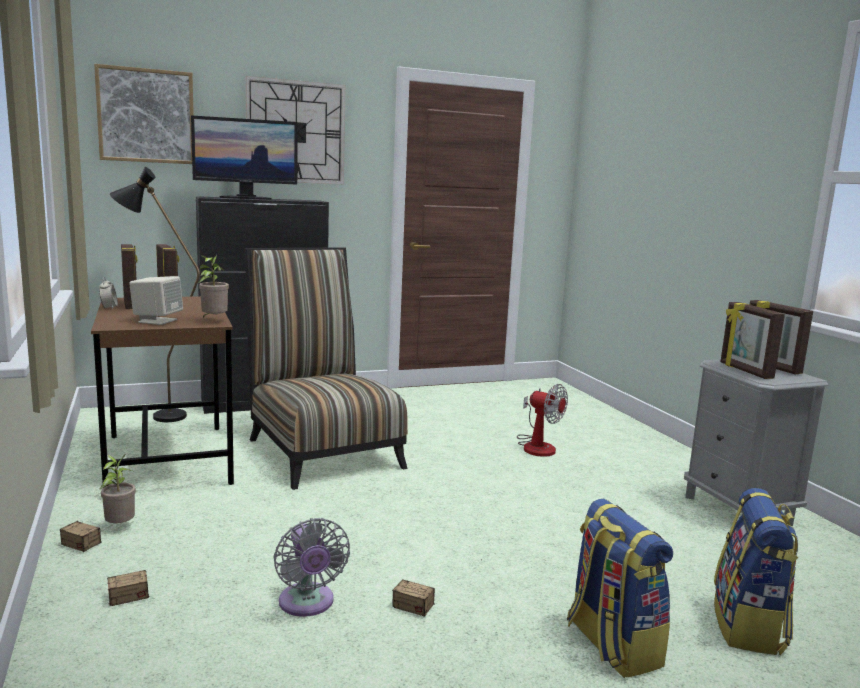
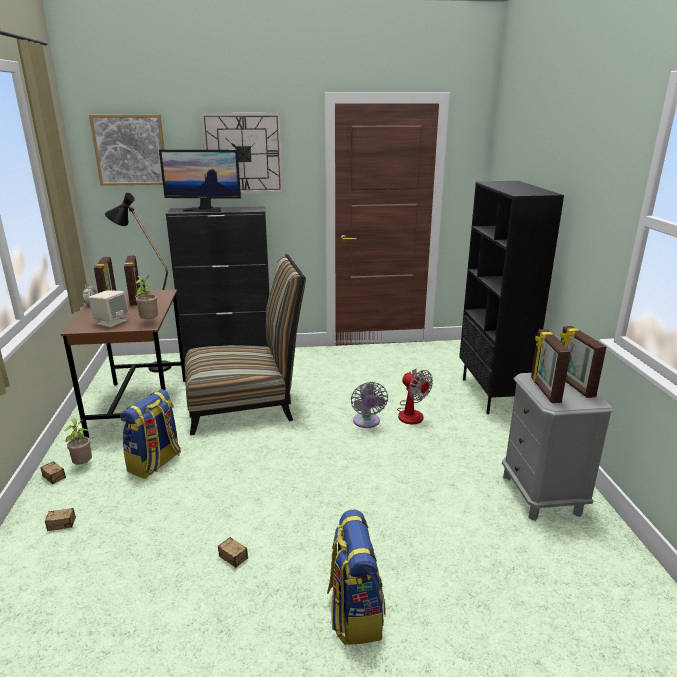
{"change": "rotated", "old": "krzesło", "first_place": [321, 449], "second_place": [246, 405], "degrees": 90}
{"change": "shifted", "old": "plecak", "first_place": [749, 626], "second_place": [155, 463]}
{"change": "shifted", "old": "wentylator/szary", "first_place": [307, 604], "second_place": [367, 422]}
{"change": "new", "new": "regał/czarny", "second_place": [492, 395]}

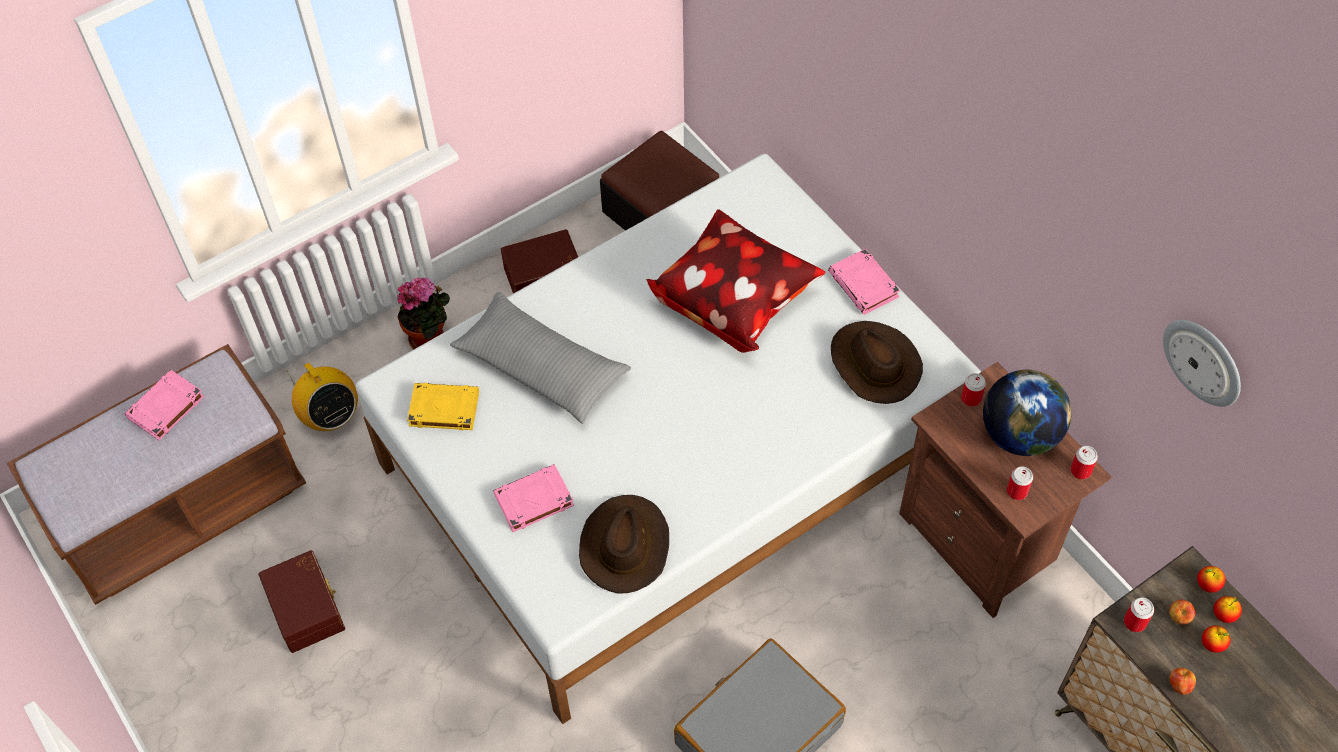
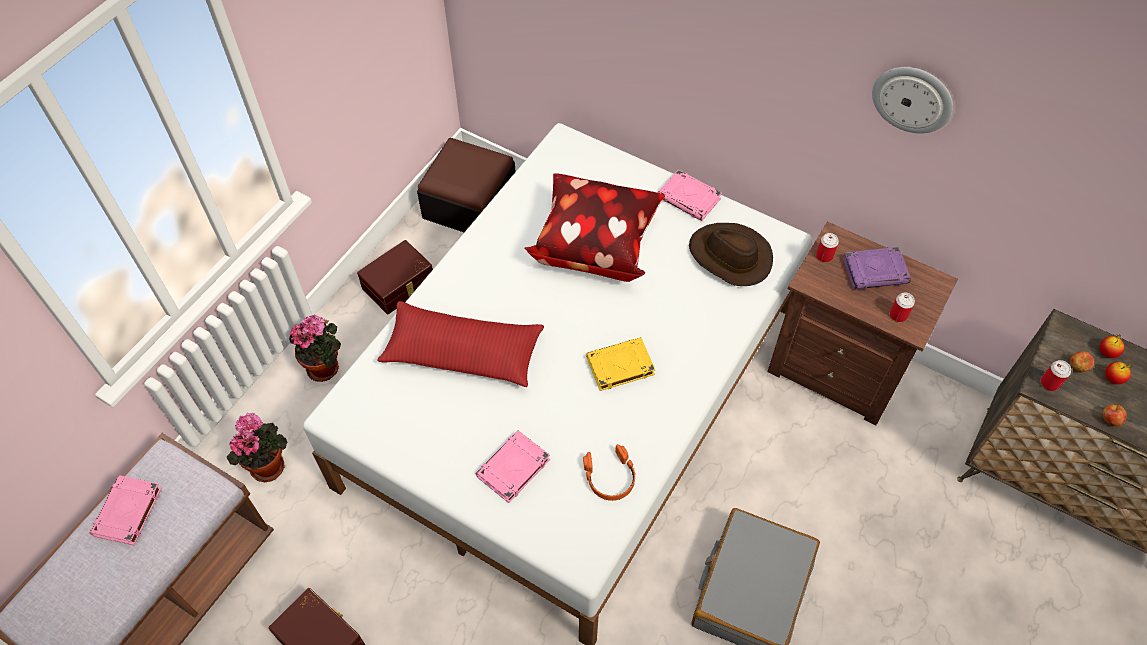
{"change": "repainted", "old": "poduszka/szary", "new": "poduszka/czerwony", "first_place": [541, 367], "second_place": [463, 352]}
{"change": "shifted", "old": "zegar ścienny", "first_place": [1203, 361], "second_place": [912, 98]}
{"change": "swapped", "old": "radio", "new": "roślina doniczkowa", "first_place": [331, 417], "second_place": [268, 464]}
{"change": "swapped", "old": "globus", "new": "książka/fioletowy", "first_place": [1019, 435], "second_place": [875, 271]}
{"change": "shifted", "old": "książka/żółty", "first_place": [443, 409], "second_place": [619, 366]}
{"change": "gone", "old": "puszka", "first_place": [1080, 471]}
{"change": "swapped", "old": "kapelusz/brązowy", "new": "słuchawki/pomarańczowy", "first_place": [624, 545], "second_place": [610, 477]}
{"change": "gone", "old": "jabłko", "first_place": [1207, 585]}

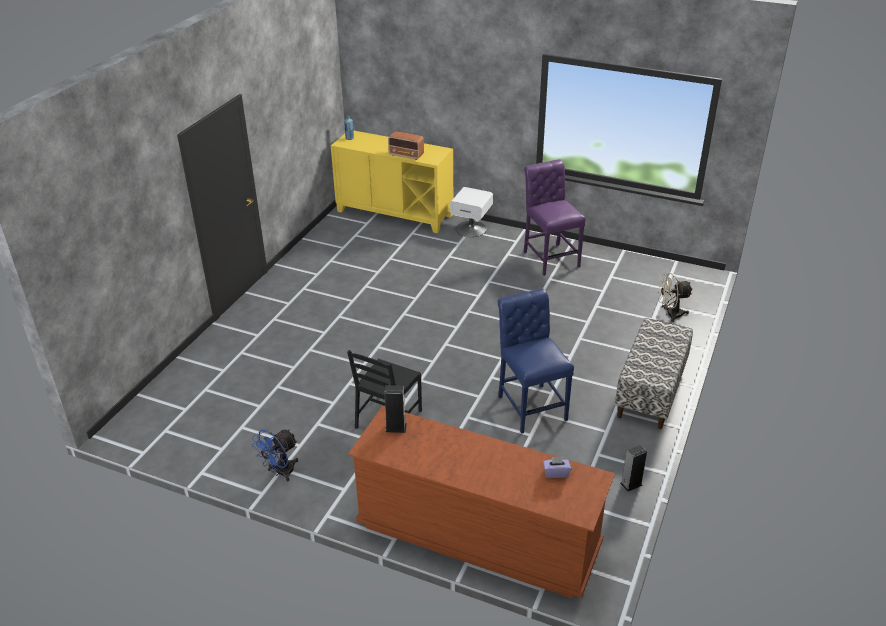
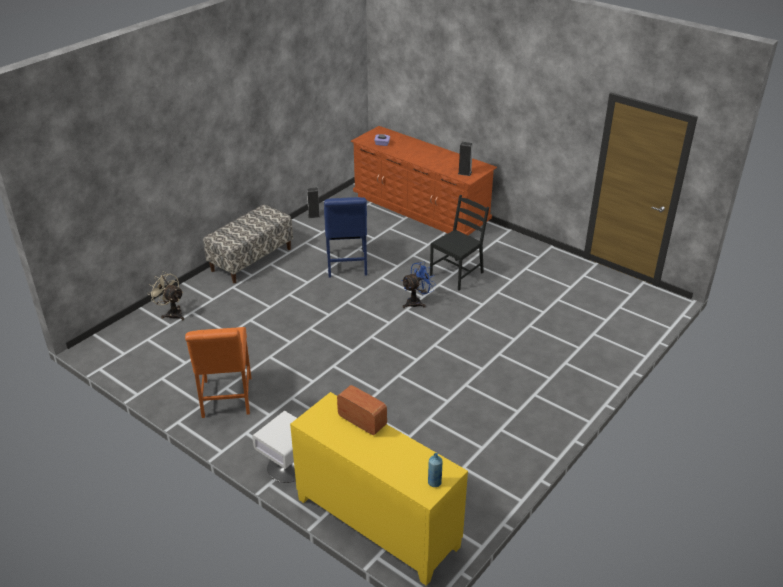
{"change": "repainted", "old": "krzesło/fioletowy", "new": "krzesło/pomarańczowy", "first_place": [550, 257], "second_place": [226, 400]}
{"change": "rotated", "old": "wentylator/beżowy", "first_place": [670, 314], "second_place": [172, 313], "degrees": -150}
{"change": "shifted", "old": "wentylator/niebieski", "first_place": [280, 472], "second_place": [417, 302]}

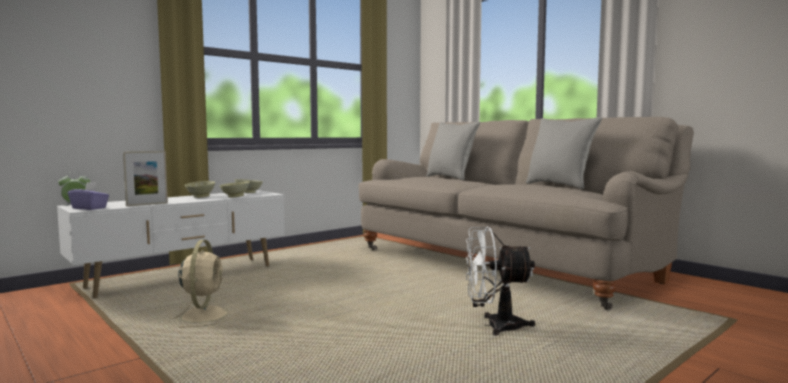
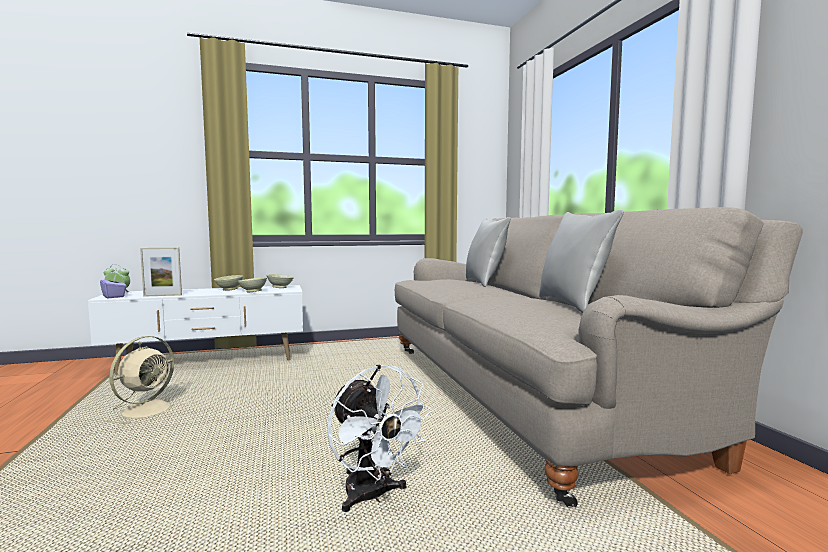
{"change": "rotated", "old": "wentylator/biały", "first_place": [494, 326], "second_place": [372, 497], "degrees": -150}

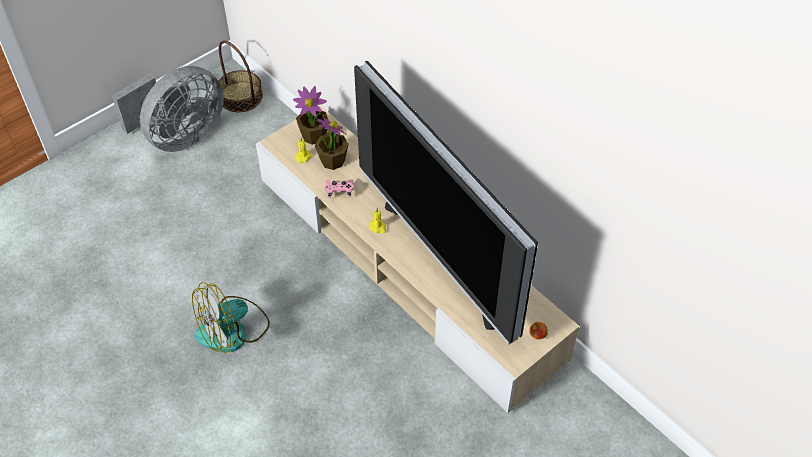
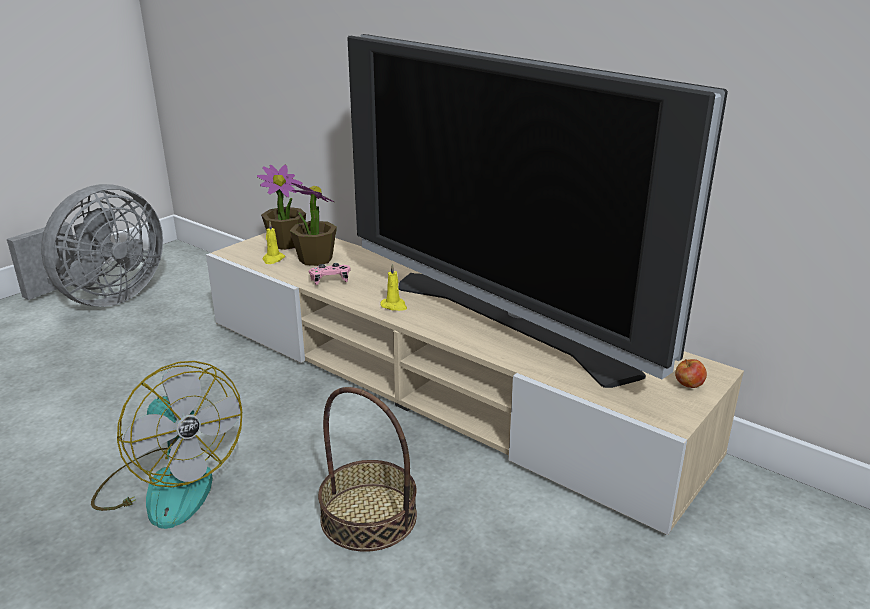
{"change": "shifted", "old": "koszyk", "first_place": [241, 96], "second_place": [369, 516]}
{"change": "rotated", "old": "wentylator", "first_place": [233, 331], "second_place": [169, 484], "degrees": -90}

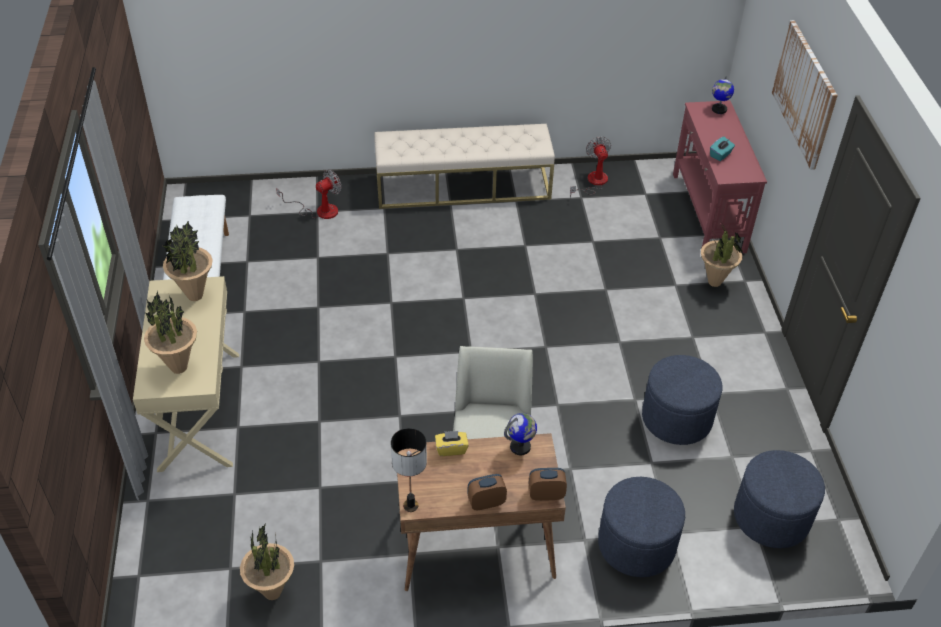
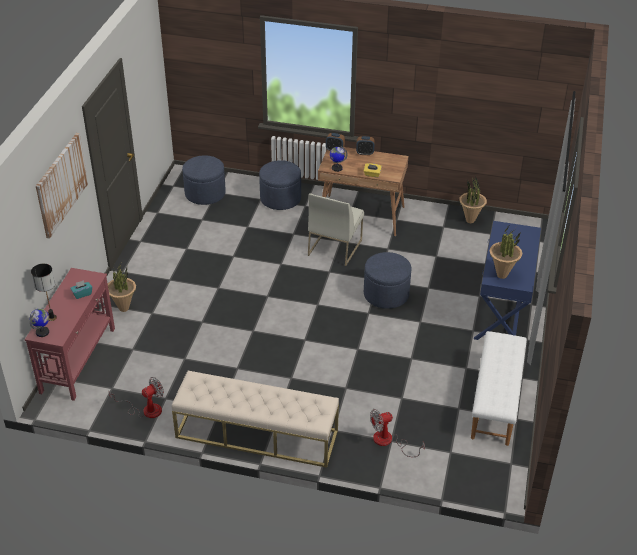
{"change": "rotated", "old": "wentylator", "first_place": [592, 182], "second_place": [145, 409], "degrees": -135}
{"change": "repainted", "old": "stolik konsolowy/beżowy", "new": "stolik konsolowy/niebieski", "first_place": [199, 410], "second_place": [503, 311]}
{"change": "gone", "old": "roślina doniczkowa", "first_place": [178, 367]}
{"change": "shifted", "old": "pufa/niebieski", "first_place": [676, 418], "second_place": [386, 294]}
{"change": "shifted", "old": "lampa stołowa", "first_place": [410, 506], "second_place": [52, 317]}

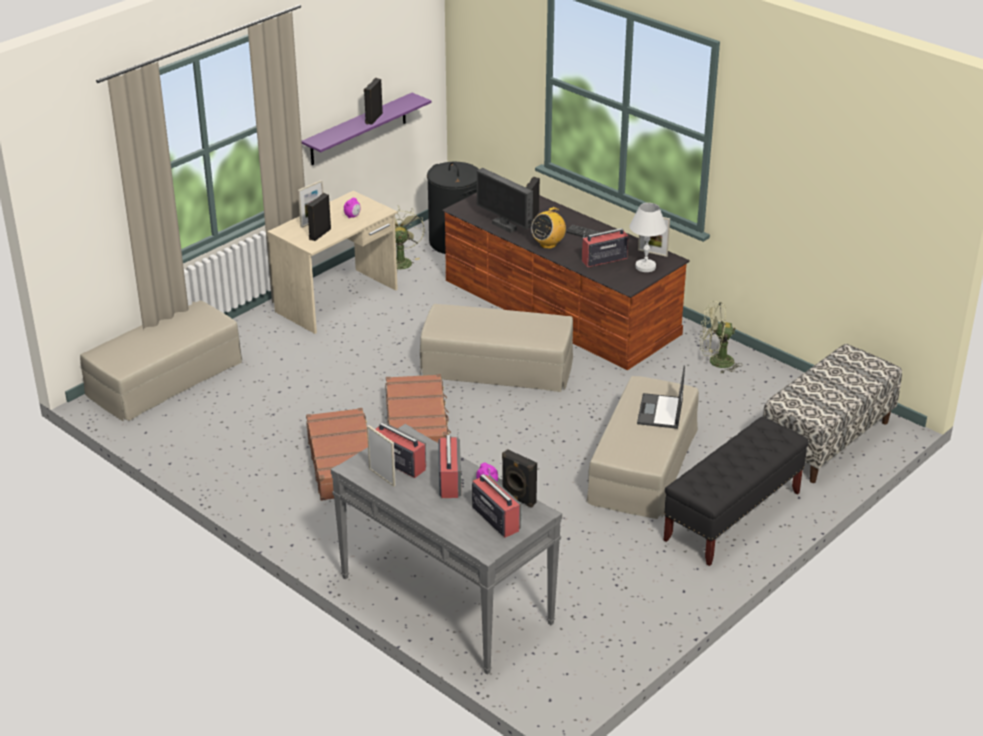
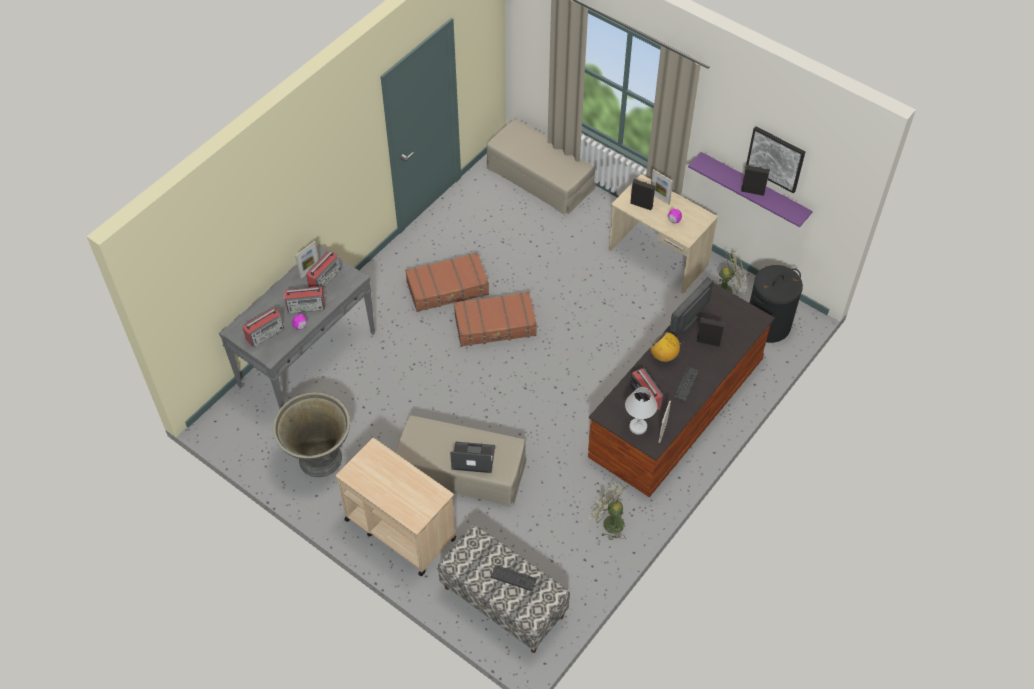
{"change": "rotated", "old": "wentylator/zielony", "first_place": [715, 362], "second_place": [608, 522], "degrees": -45}
{"change": "gone", "old": "pufa/beżowy", "first_place": [497, 365]}
{"change": "swapped", "old": "ławka/czarny", "new": "wózek/beżowy", "first_place": [732, 517], "second_place": [399, 528]}
{"change": "gone", "old": "głośnik/czarny", "first_place": [518, 499]}
{"change": "new", "new": "obraz", "second_place": [775, 158]}
{"change": "new", "new": "donica/szary", "second_place": [319, 459]}
{"change": "new", "new": "klawiatura", "second_place": [513, 578]}

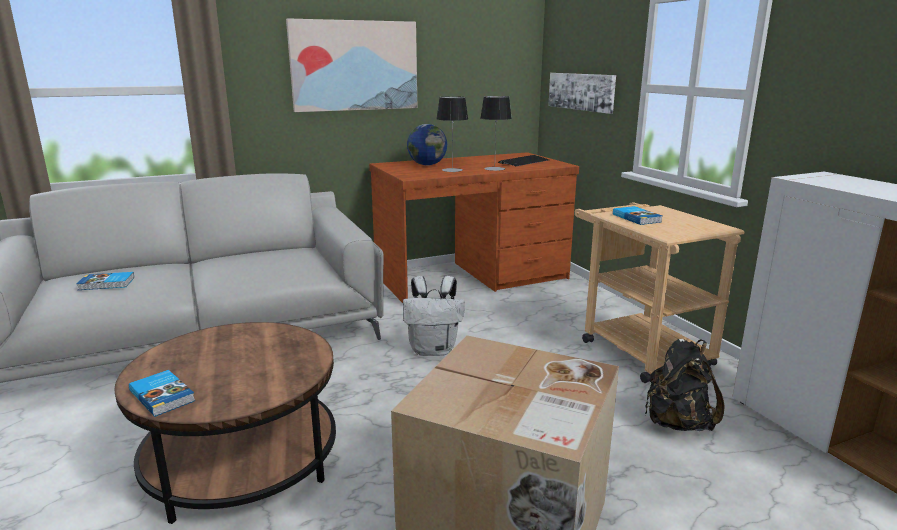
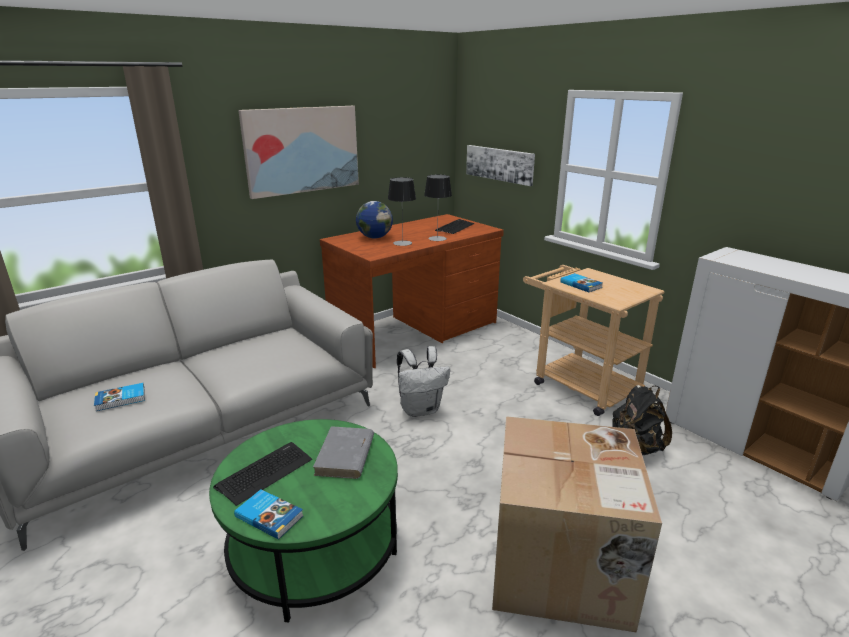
{"change": "repainted", "old": "ława/brązowy", "new": "ława/zielony", "first_place": [242, 458], "second_place": [314, 546]}
{"change": "new", "new": "książka/szary", "second_place": [345, 456]}
{"change": "new", "new": "klawiatura", "second_place": [265, 473]}

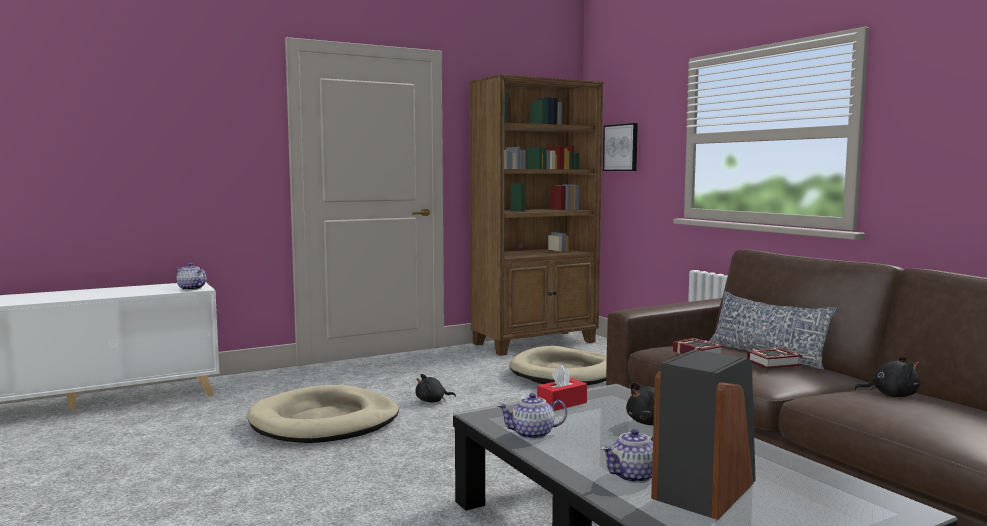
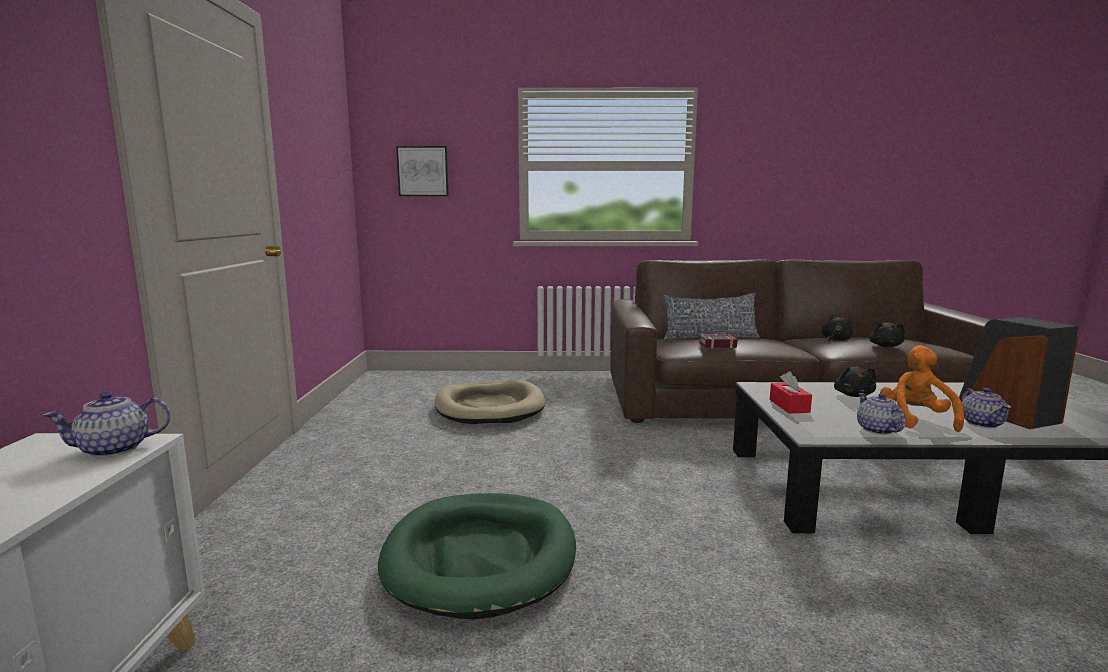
{"change": "gone", "old": "regał/brązowy", "first_place": [536, 343]}
{"change": "gone", "old": "książka", "first_place": [776, 363]}
{"change": "shifted", "old": "pluszak/czarny", "first_place": [432, 401], "second_place": [885, 346]}
{"change": "repainted", "old": "legowisko/beżowy", "new": "legowisko/zielony", "first_place": [325, 422], "second_place": [481, 557]}
{"change": "rotated", "old": "imbryk", "first_place": [533, 434], "second_place": [877, 430], "degrees": 150}
{"change": "new", "new": "pluszak/pomarańczowy", "second_place": [916, 419]}

